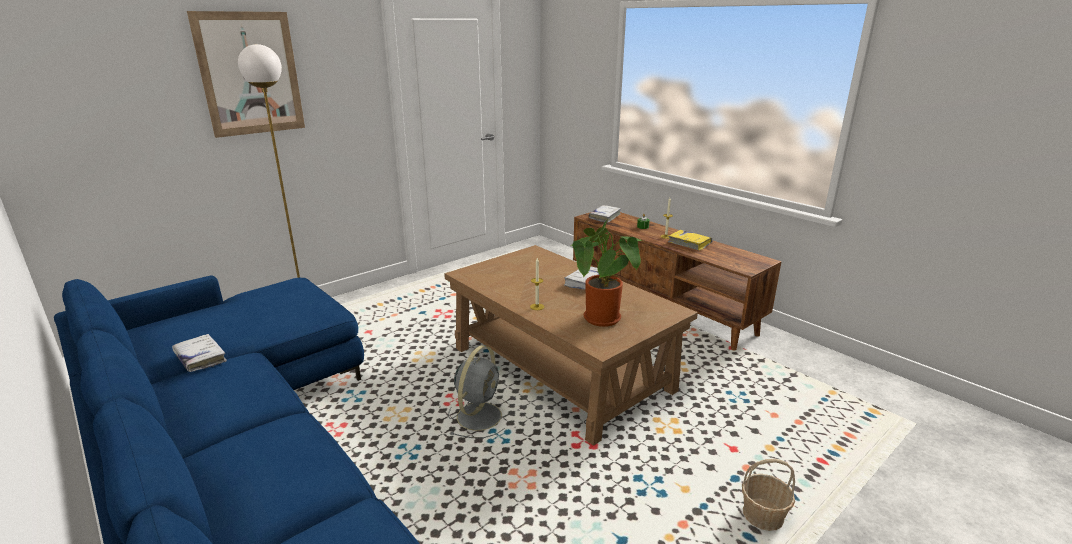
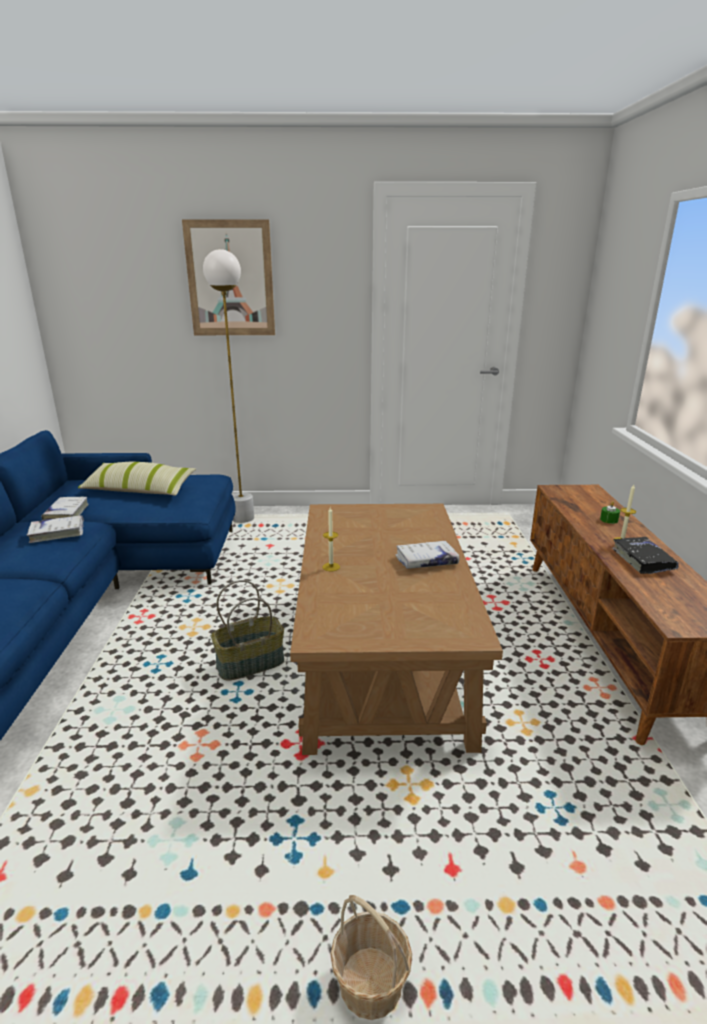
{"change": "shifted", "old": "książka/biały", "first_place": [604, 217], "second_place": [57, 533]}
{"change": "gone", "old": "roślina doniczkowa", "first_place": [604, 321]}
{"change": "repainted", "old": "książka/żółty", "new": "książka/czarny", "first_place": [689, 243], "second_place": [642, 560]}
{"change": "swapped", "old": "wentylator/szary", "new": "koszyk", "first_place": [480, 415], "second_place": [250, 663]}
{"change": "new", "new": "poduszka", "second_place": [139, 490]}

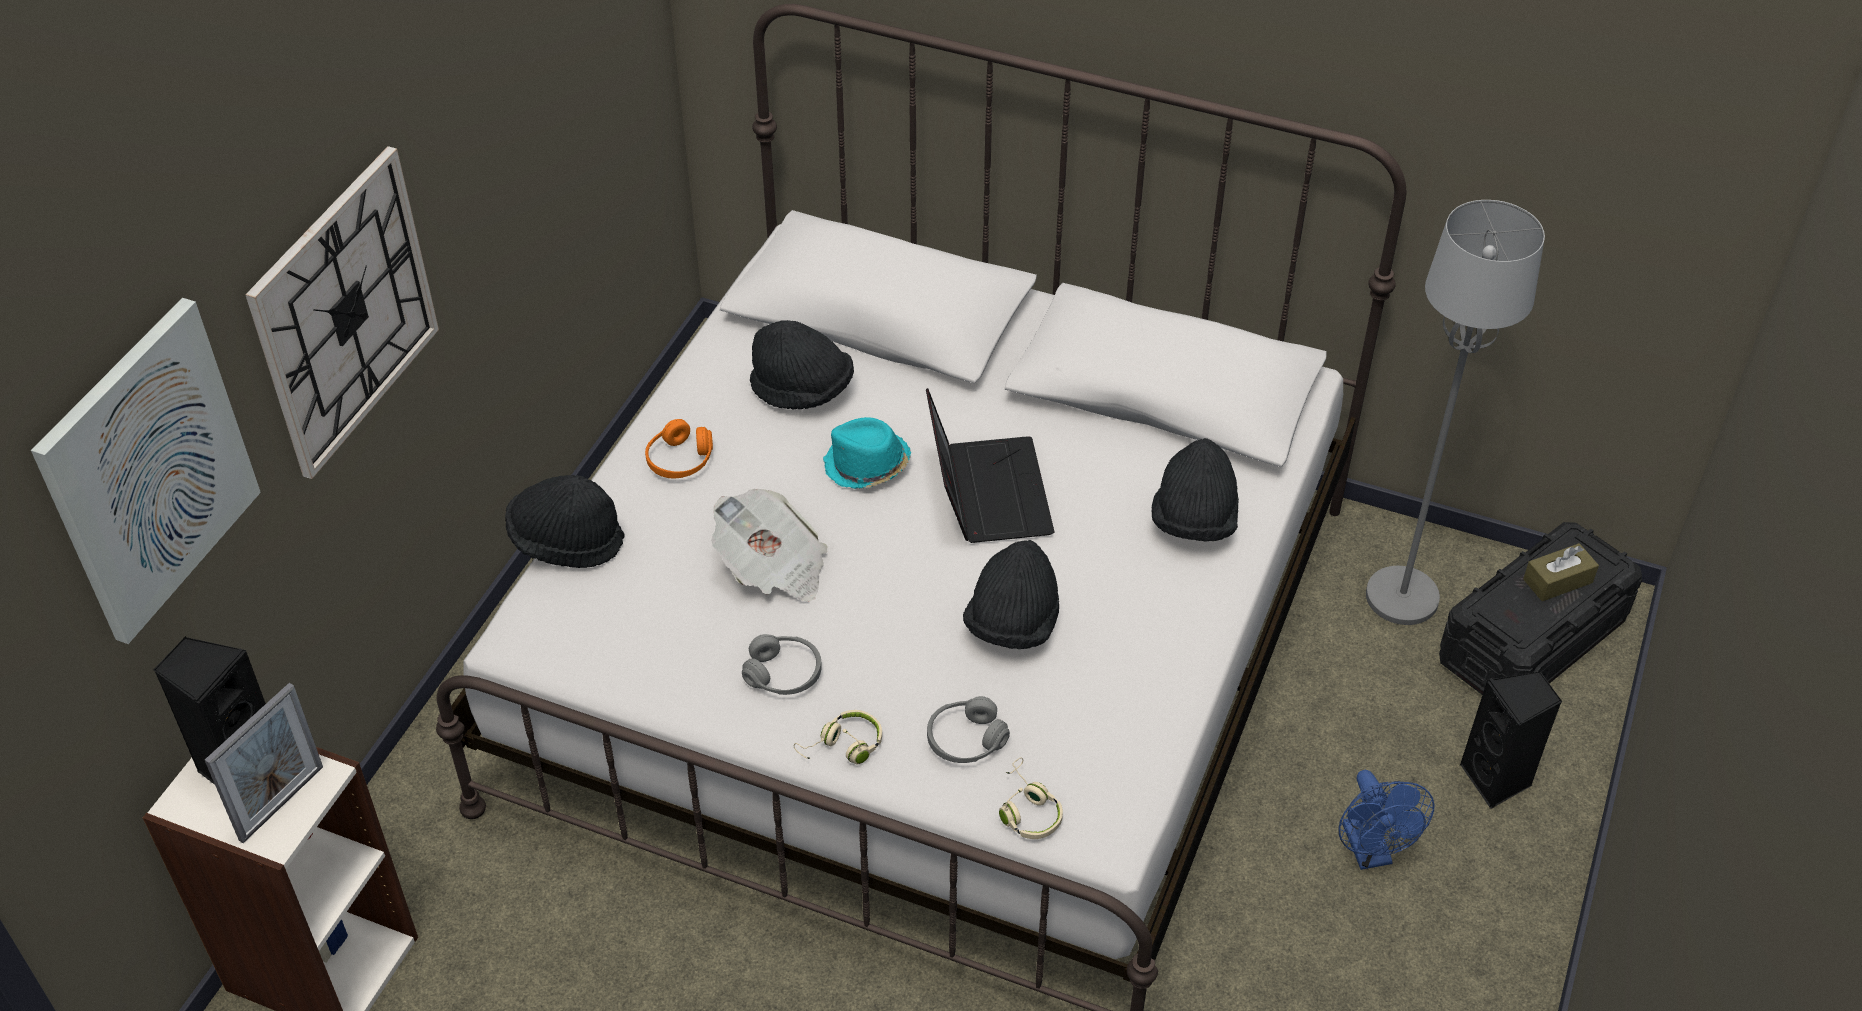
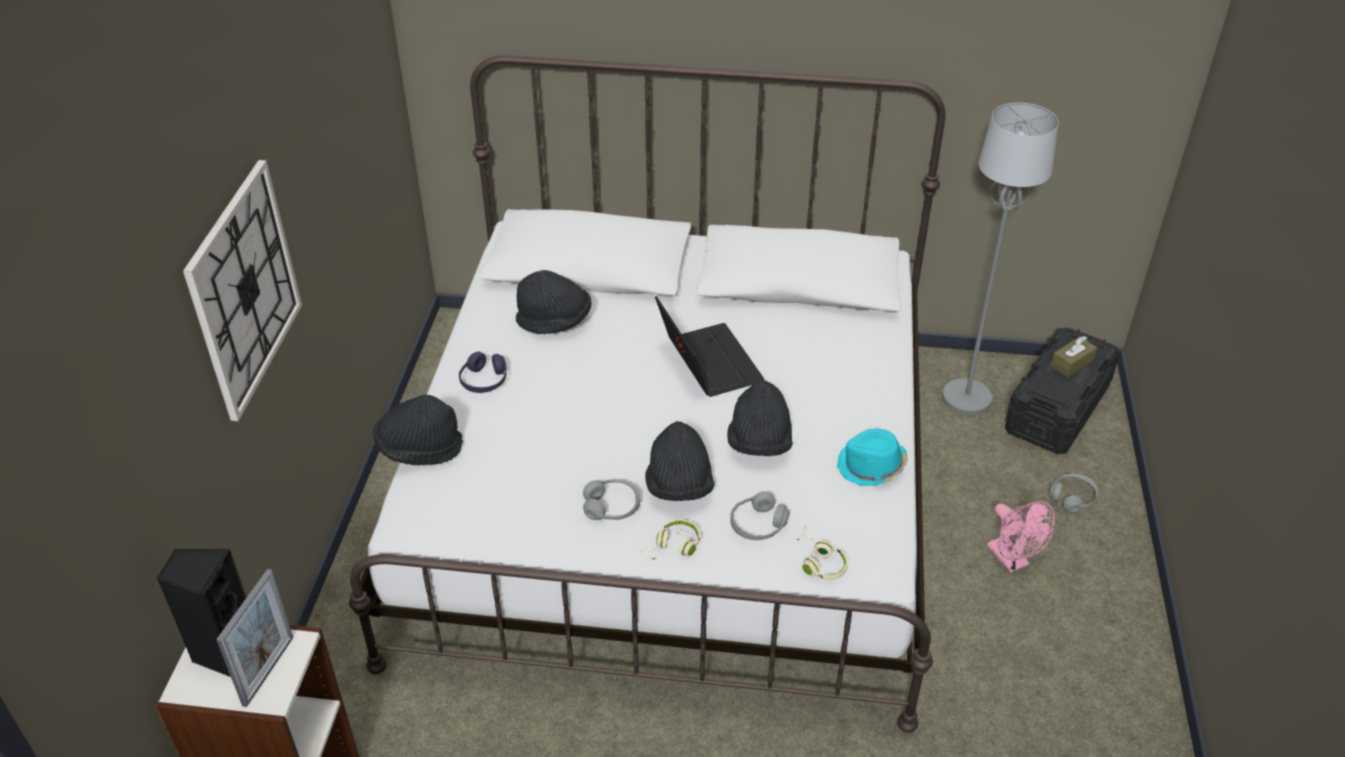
{"change": "gone", "old": "obraz", "first_place": [148, 470]}
{"change": "shifted", "old": "kapelusz/turkusowy", "first_place": [866, 466], "second_place": [871, 467]}
{"change": "repainted", "old": "słuchawki/pomarańczowy", "new": "słuchawki/fioletowy", "first_place": [680, 460], "second_place": [484, 380]}
{"change": "shifted", "old": "kapelusz/czarny", "first_place": [1194, 521], "second_place": [679, 486]}
{"change": "gone", "old": "gazeta", "first_place": [773, 567]}
{"change": "swapped", "old": "głośnik/czarny", "new": "słuchawki/szary", "first_place": [1497, 780], "second_place": [1072, 498]}
{"change": "repainted", "old": "wentylator/niebieski", "new": "wentylator/różowy", "first_place": [1371, 853], "second_place": [1012, 560]}

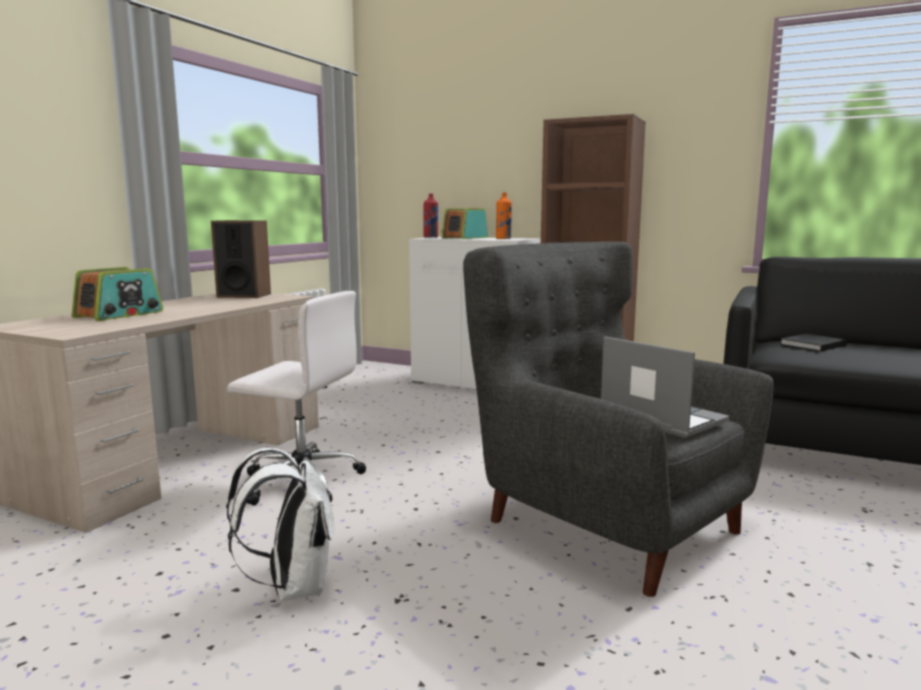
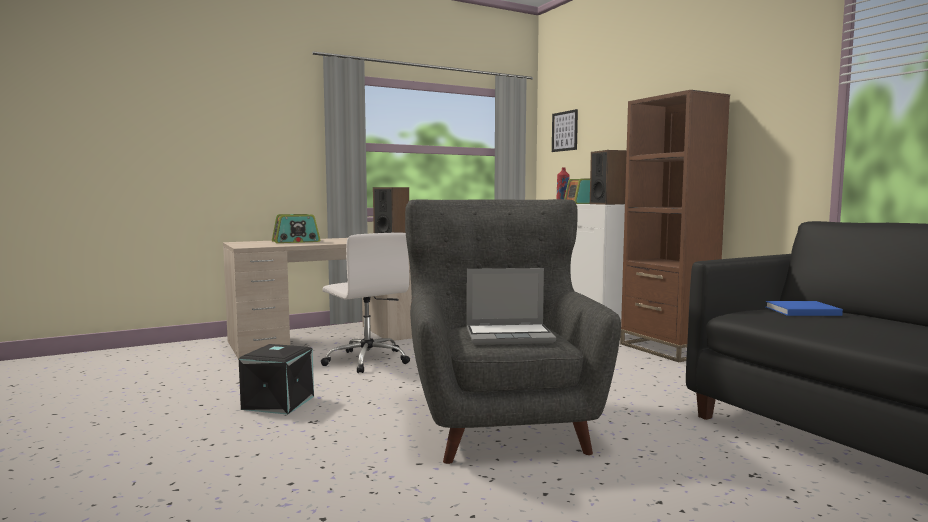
{"change": "swapped", "old": "butelka/pomarańczowy", "new": "głośnik", "first_place": [503, 239], "second_place": [607, 204]}
{"change": "repainted", "old": "książka/czarny", "new": "książka/niebieski", "first_place": [812, 345], "second_place": [800, 311]}
{"change": "rotated", "old": "laptop", "first_place": [660, 418], "second_place": [510, 336], "degrees": 90}
{"change": "swapped", "old": "plecak/biały", "new": "pojemnik do przechowywania/czarny", "first_place": [292, 586], "second_place": [277, 402]}
{"change": "new", "new": "obraz", "second_place": [564, 131]}

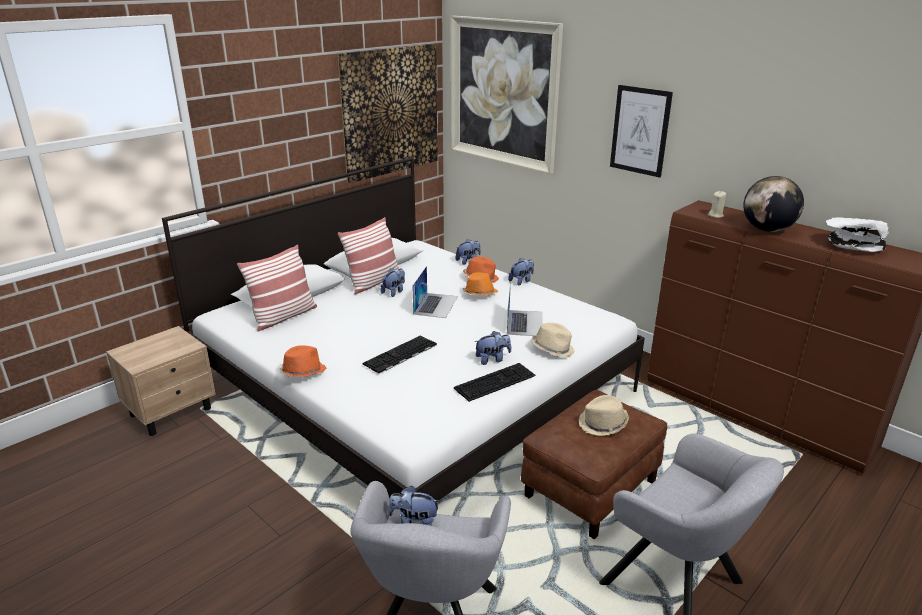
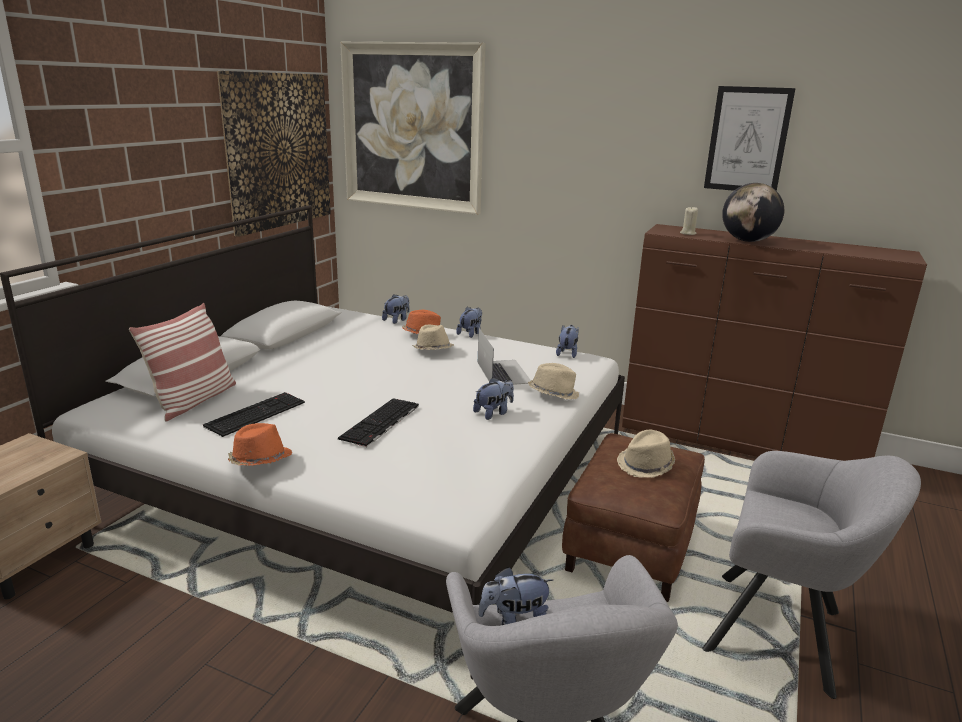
{"change": "shifted", "old": "obraz", "first_place": [640, 131], "second_place": [747, 140]}
{"change": "gone", "old": "poduszka", "first_place": [373, 282]}
{"change": "gone", "old": "miska/biały", "first_place": [852, 247]}
{"change": "gone", "old": "laptop", "first_place": [435, 305]}
{"change": "shifted", "old": "pluszak", "first_place": [394, 292], "second_place": [567, 353]}
{"change": "repainted", "old": "kapelusz/pomarańczowy", "new": "kapelusz/beżowy", "first_place": [479, 294], "second_place": [432, 350]}
{"change": "shifted", "old": "klawiatura", "first_place": [495, 381], "second_place": [256, 413]}

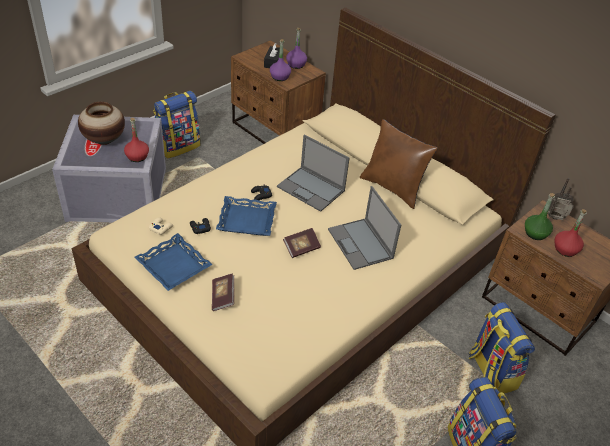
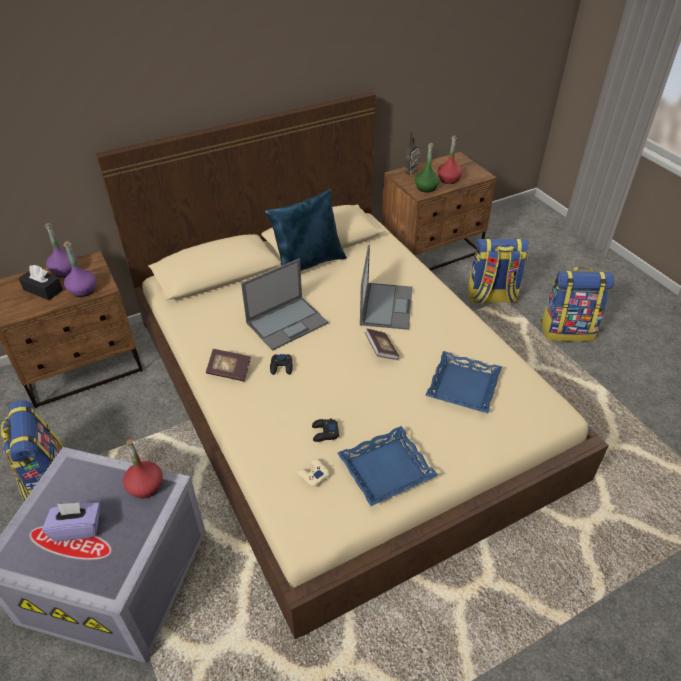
{"change": "swapped", "old": "wazon", "new": "pudełko chusteczek/fioletowy", "first_place": [104, 139], "second_place": [78, 528]}
{"change": "repainted", "old": "poduszka/brązowy", "new": "poduszka/niebieski", "first_place": [393, 188], "second_place": [308, 264]}
{"change": "rotated", "old": "laptop", "first_place": [361, 244], "second_place": [386, 305], "degrees": -75}
{"change": "shifted", "old": "taca/niebieski", "first_place": [246, 220], "second_place": [464, 387]}
{"change": "shifted", "old": "książka", "first_place": [223, 297], "second_place": [229, 371]}

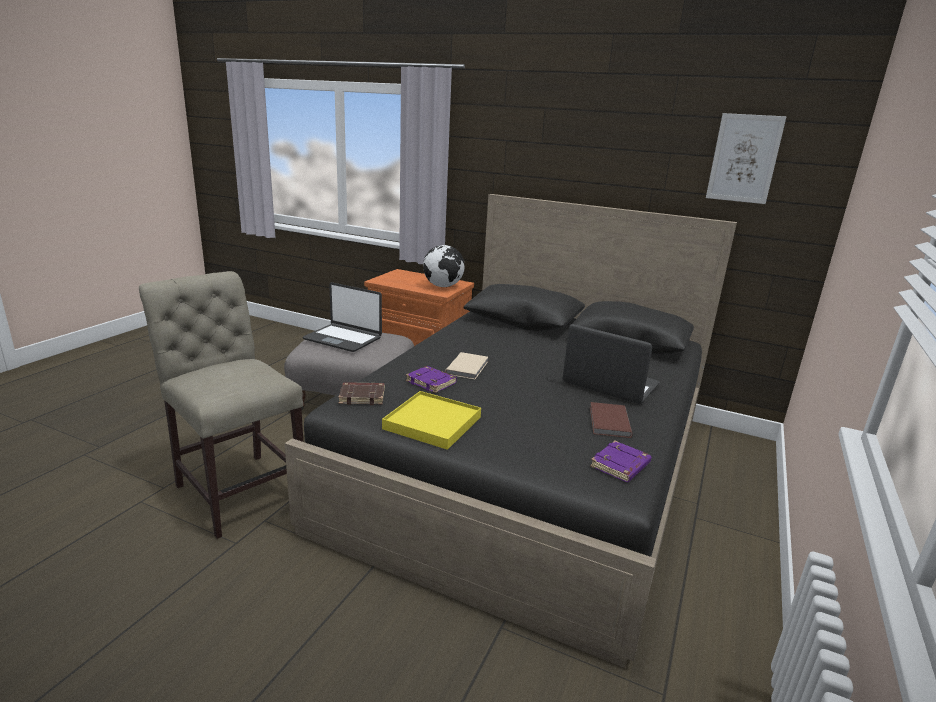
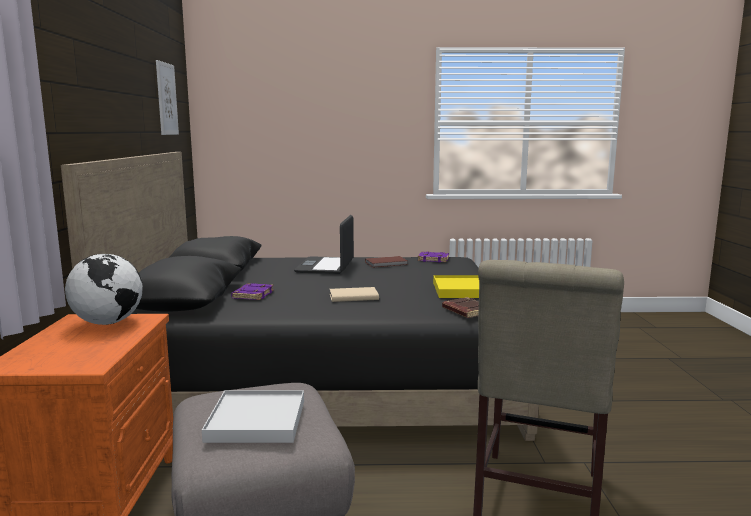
{"change": "swapped", "old": "laptop", "new": "taca/biały", "first_place": [343, 338], "second_place": [256, 420]}
{"change": "shifted", "old": "książka/fioletowy", "first_place": [432, 382], "second_place": [252, 295]}

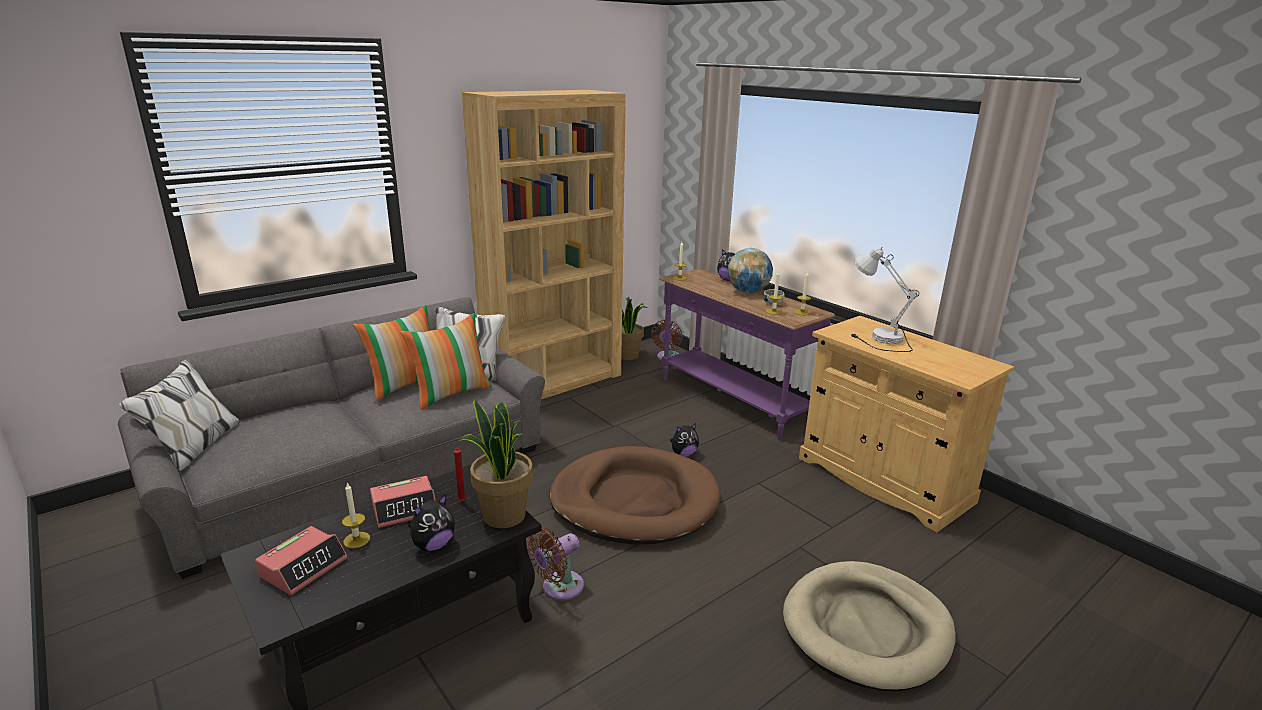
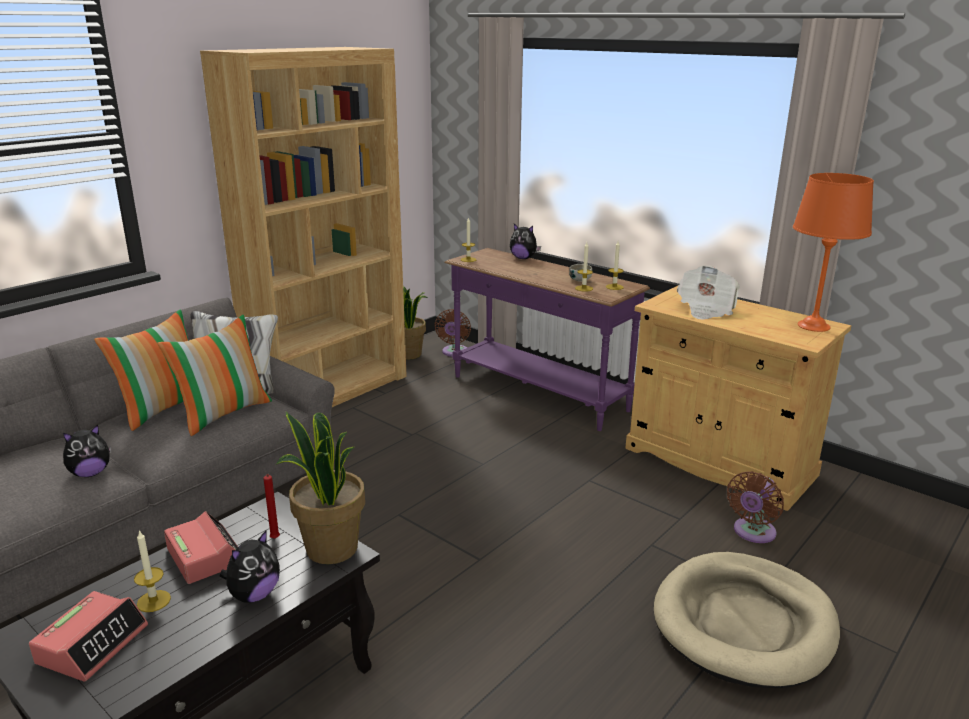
{"change": "swapped", "old": "lampa stołowa/biały", "new": "gazeta", "first_place": [877, 340], "second_place": [705, 309]}
{"change": "gone", "old": "globus", "first_place": [748, 292]}
{"change": "shifted", "old": "pluszak", "first_place": [683, 454], "second_place": [90, 473]}
{"change": "gone", "old": "legowisko/brązowy", "first_place": [634, 501]}
{"change": "rotated", "old": "budzik", "first_place": [405, 509], "second_place": [205, 555], "degrees": -90}
{"change": "shifted", "old": "wentylator/brązowy", "first_place": [559, 588], "second_place": [752, 533]}
{"change": "new", "new": "lampa stołowa/pomarańczowy", "second_place": [813, 326]}

